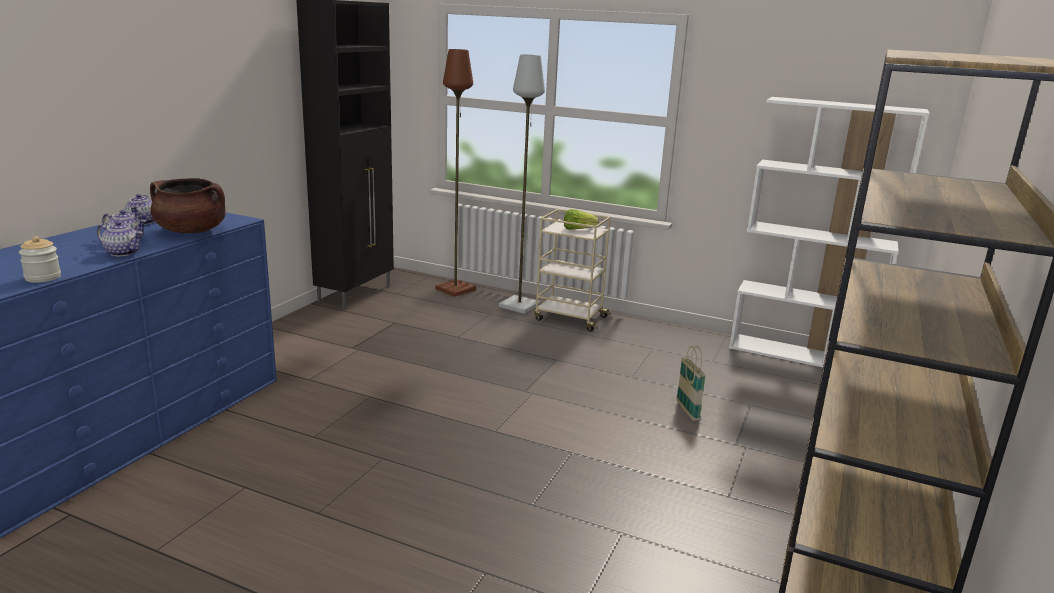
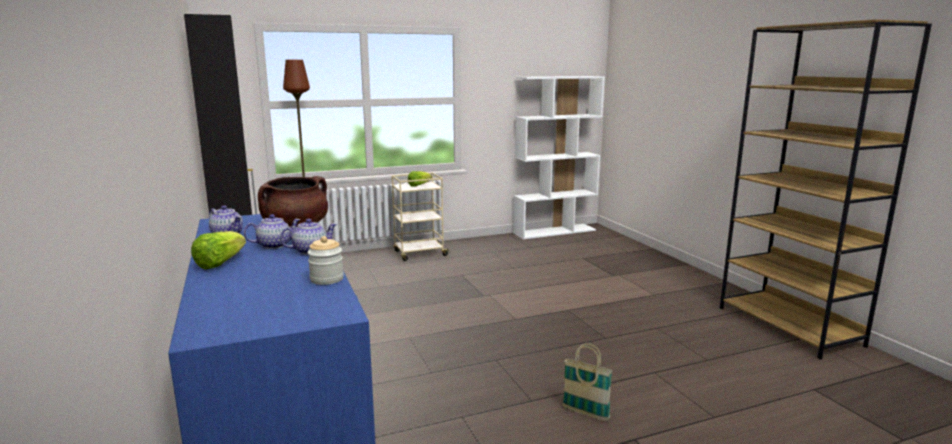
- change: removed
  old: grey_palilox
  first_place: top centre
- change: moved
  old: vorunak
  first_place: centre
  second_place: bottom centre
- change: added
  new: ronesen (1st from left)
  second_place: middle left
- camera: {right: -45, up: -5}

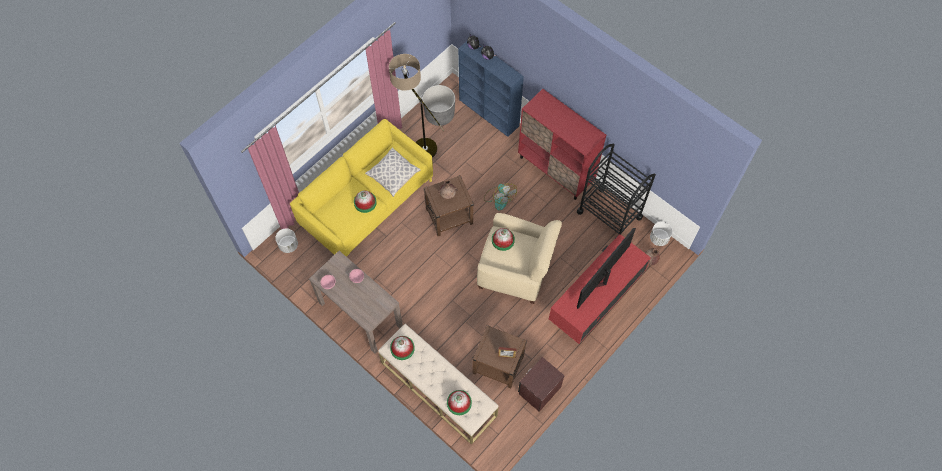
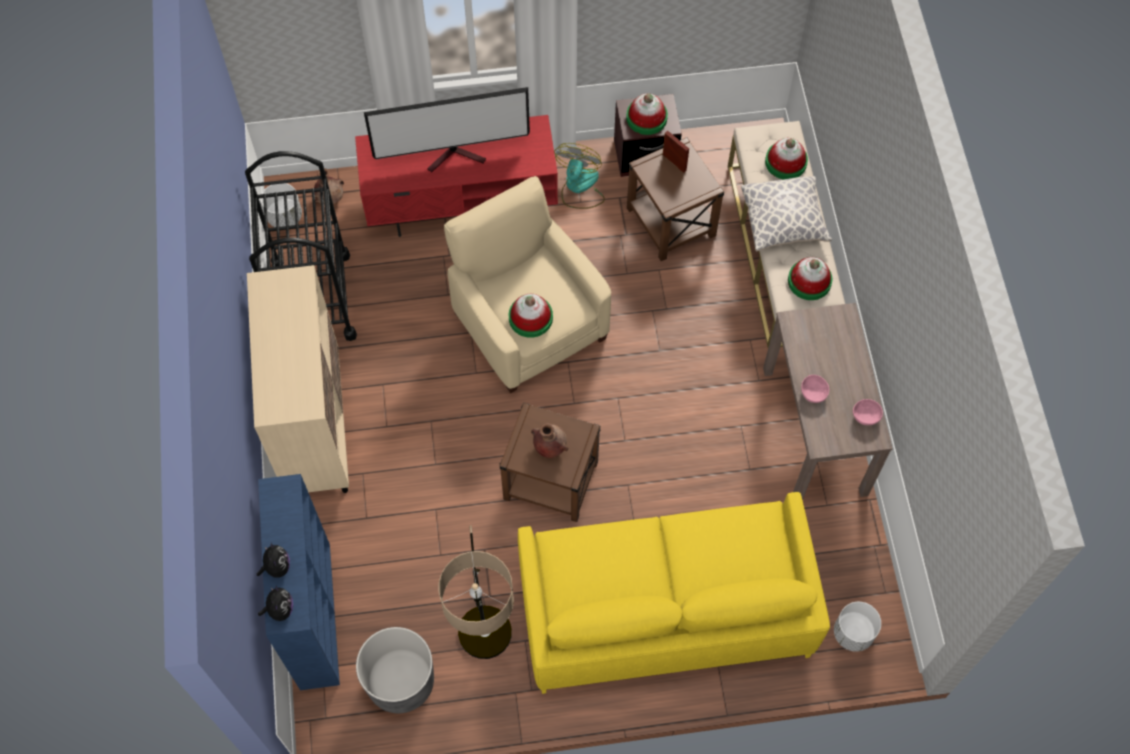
- change: recoloured
  old: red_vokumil
  new: beige_vokumil
  first_place: top centre
  second_place: middle left
- change: moved
  old: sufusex
  first_place: centre
  second_place: top right
- change: moved
  old: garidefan
  first_place: centre
  second_place: top centre
- change: moved
  old: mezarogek (1st from left in the first image)
  new: mezarogek (2nd from left)
  first_place: centre
  second_place: top centre
- camera: {right: -140, up: 0}

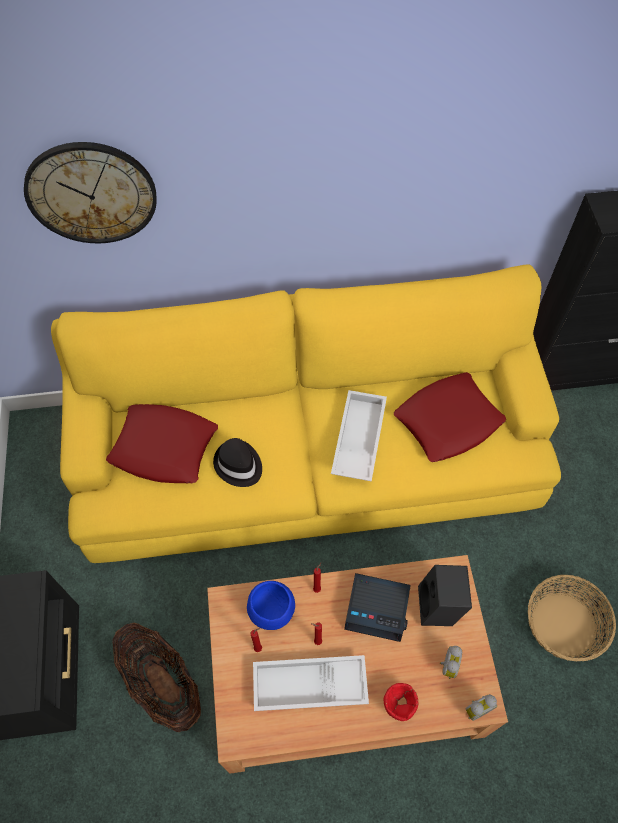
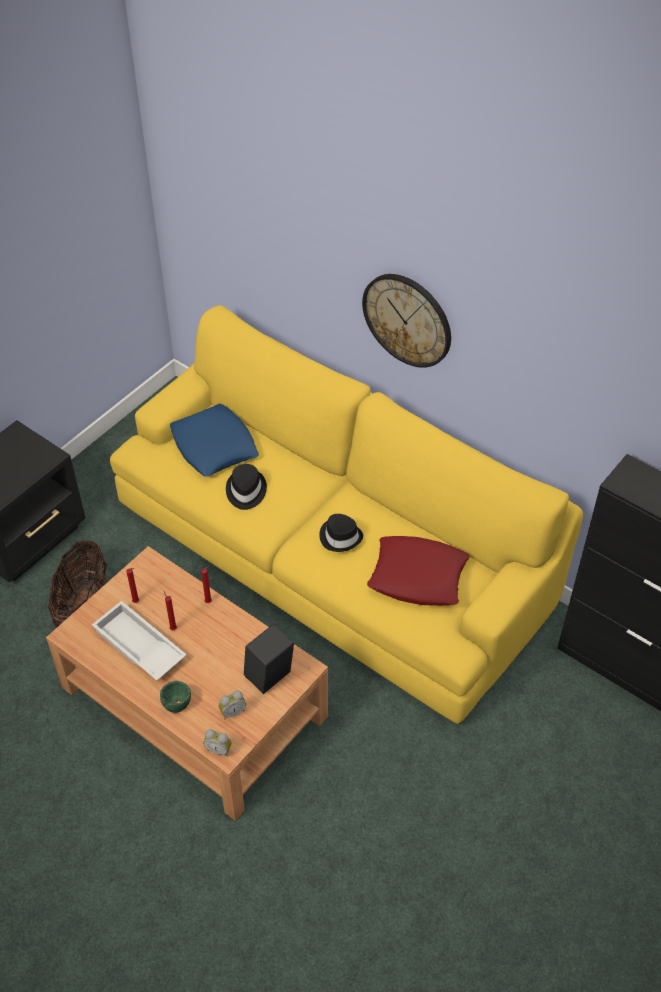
- change: moved
  old: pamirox
  first_place: top left
  second_place: top centre
- change: replaced
  old: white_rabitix (2nd from left)
  new: black_mezarogek (2nd from left)
  first_place: centre
  second_place: centre
- change: recoloured
  old: red_sufusex (1st from left)
  new: blue_sufusex
  first_place: middle left
  second_place: middle left
- change: removed
  old: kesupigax (1st from left)
  first_place: bottom centre
- change: removed
  old: vorunak (2nd from left)
  first_place: bottom right
- change: removed
  old: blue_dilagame
  first_place: bottom centre
- change: recoloured
  old: red_dilagame
  new: green_dilagame
  first_place: bottom centre
  second_place: bottom left
- camera: {right: 45, up: -10}

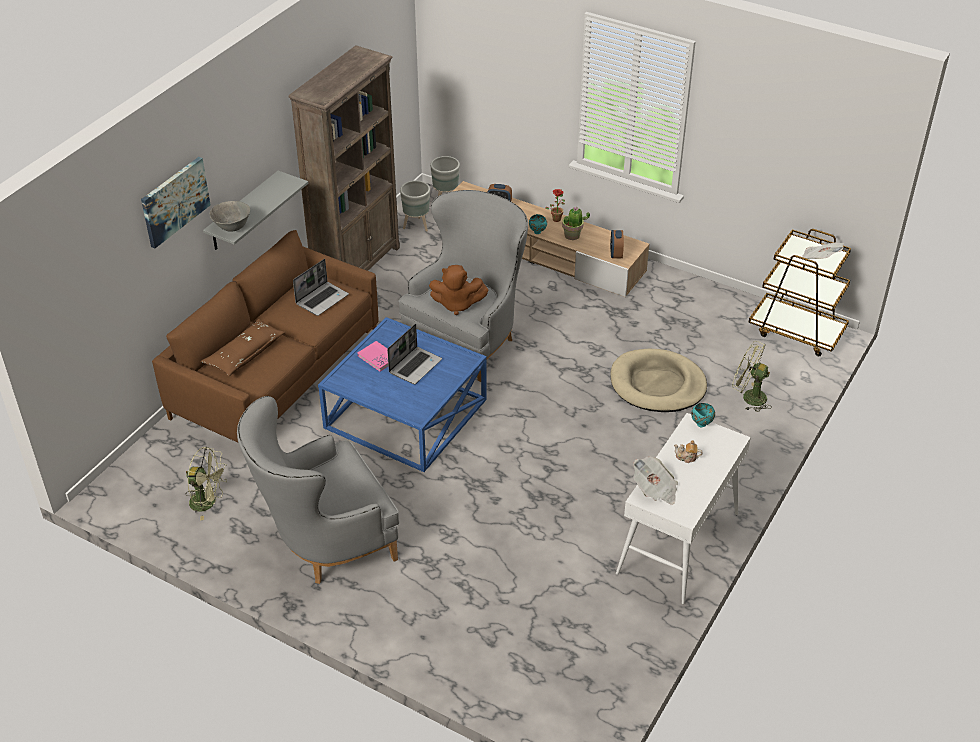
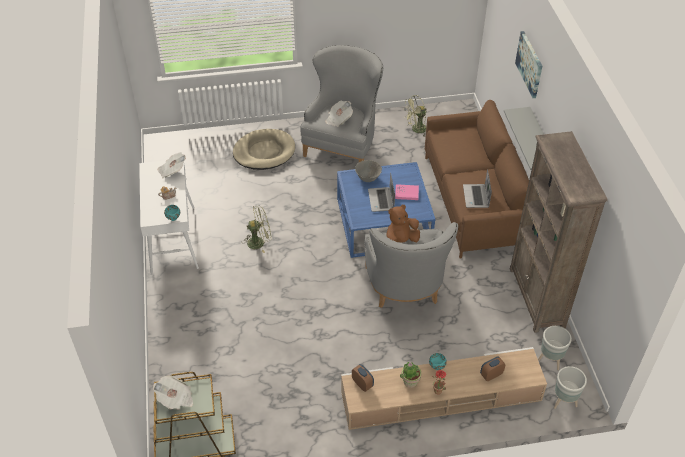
- change: moved
  old: grey_dilagame
  first_place: top left
  second_place: centre
- change: removed
  old: brown_sufusex
  first_place: middle left
- change: moved
  old: green_garidefan (2nd from left in the first image)
  new: green_garidefan (1st from left)
  first_place: middle right
  second_place: centre
- change: moved
  old: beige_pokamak
  first_place: middle right
  second_place: top centre
- change: added
  new: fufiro (3rd from left)
  second_place: top centre
- camera: {right: 140, up: 5}

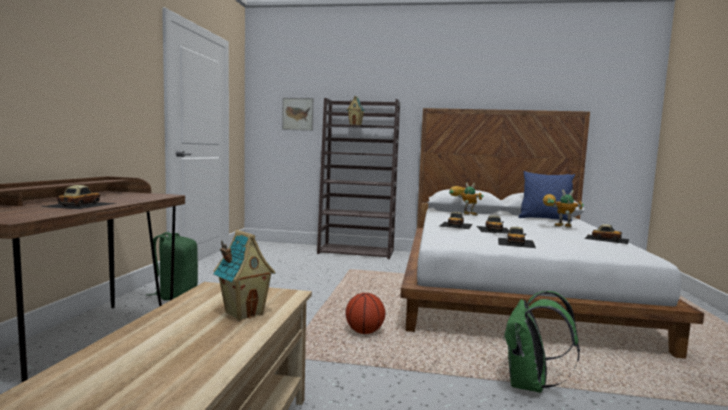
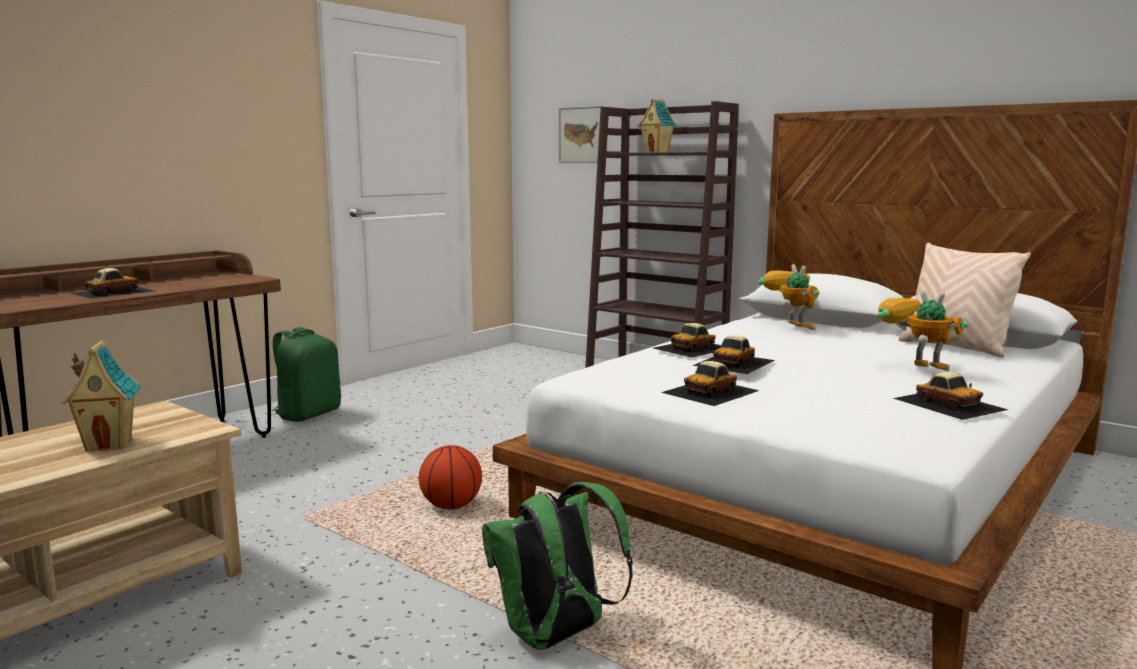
- change: recoloured
  old: blue_sufusex
  new: beige_sufusex
  first_place: middle right
  second_place: middle right
- camera: {right: 30, up: 5}

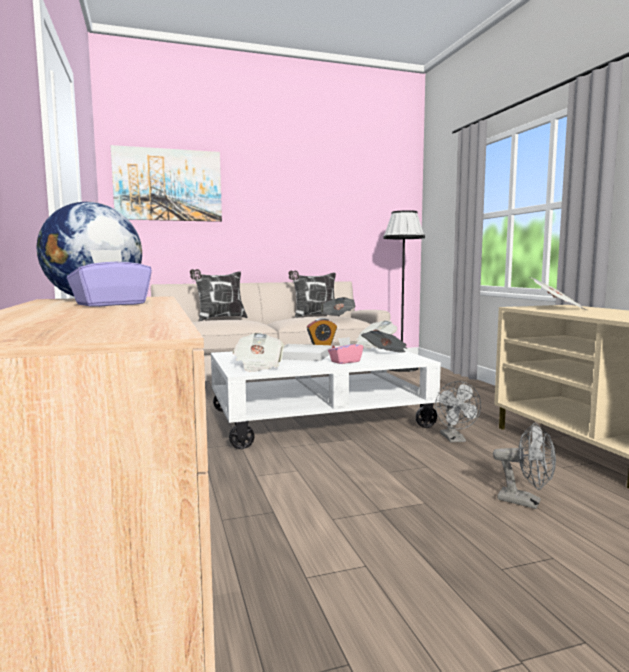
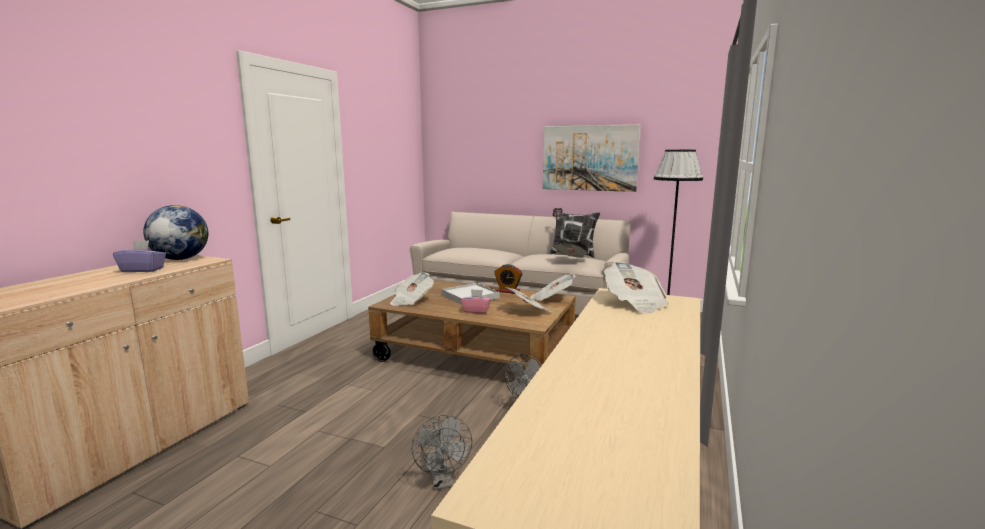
- change: moved
  old: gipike
  first_place: top left
  second_place: top centre
- change: removed
  old: sufusex (1st from left)
  first_place: centre
- change: recoloured
  old: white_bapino
  new: brown_bapino
  first_place: centre
  second_place: centre
- camera: {right: 40, up: 5}

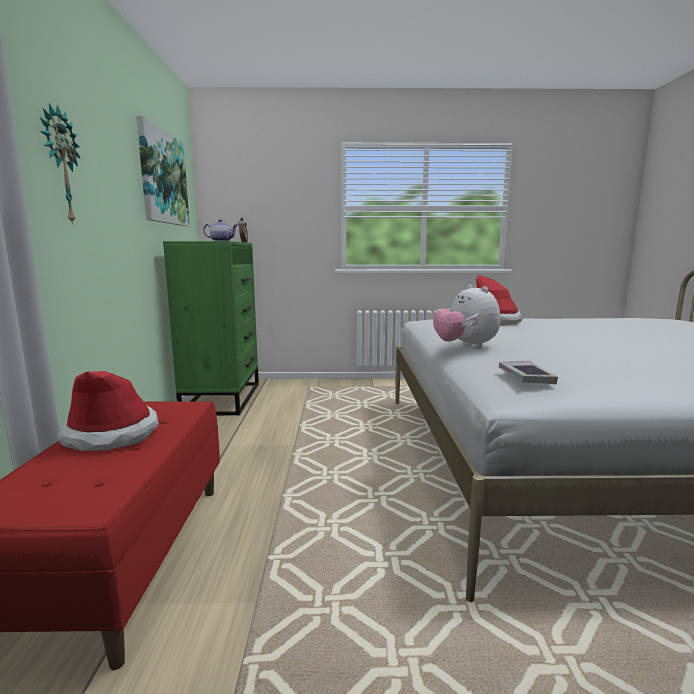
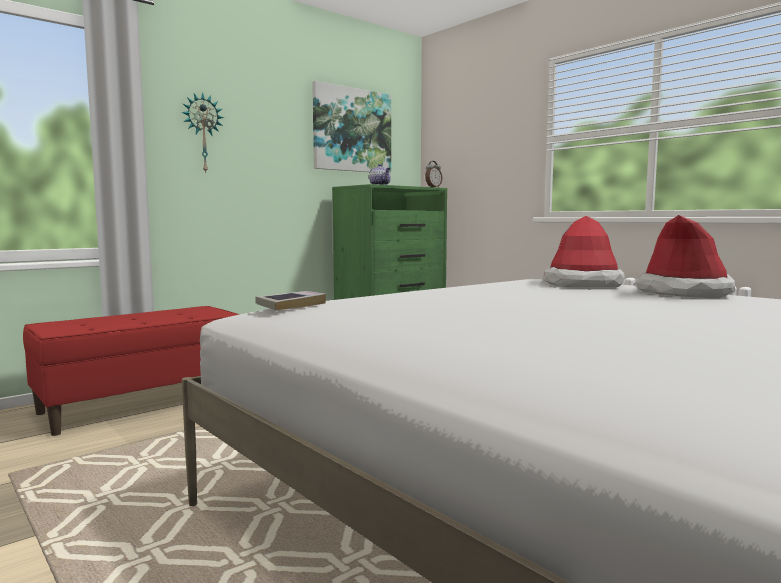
- change: removed
  old: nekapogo
  first_place: middle right
- change: moved
  old: mezarogek (1st from left in the first image)
  new: mezarogek (2nd from left)
  first_place: middle left
  second_place: middle right
- camera: {right: 50, up: -5}

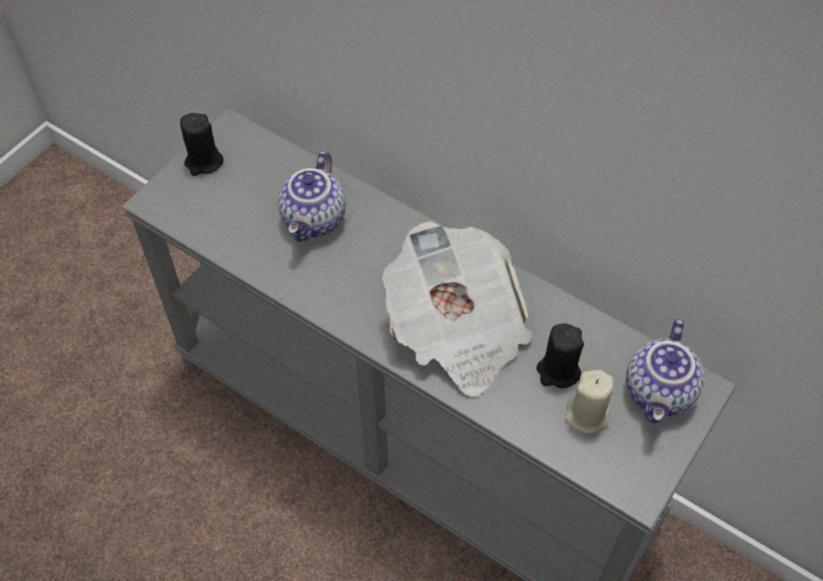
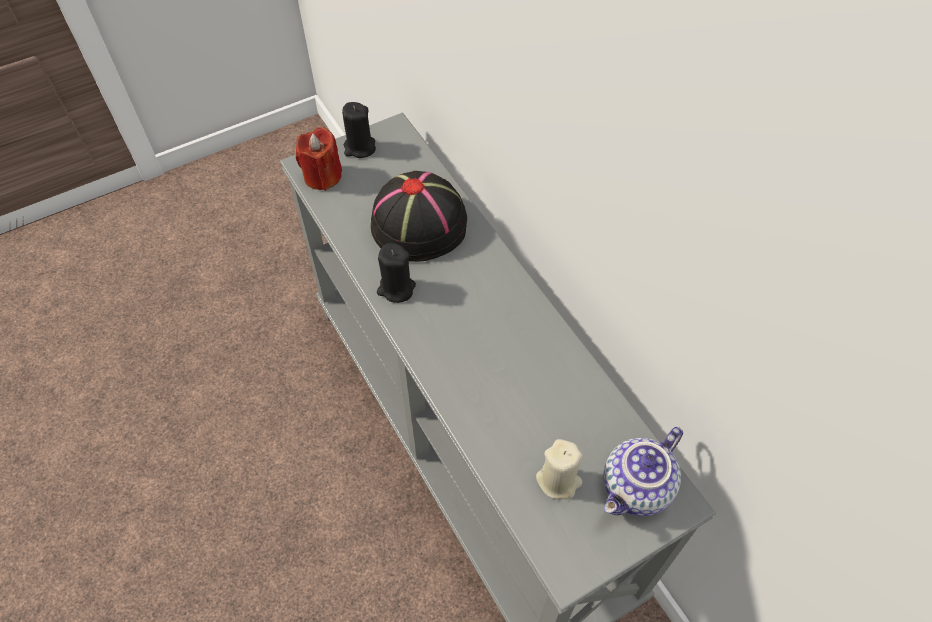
- change: replaced
  old: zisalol (1st from left)
  new: black_mezarogek
  first_place: centre
  second_place: centre
- change: removed
  old: fufiro
  first_place: centre
- change: moved
  old: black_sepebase (2nd from left)
  first_place: middle right
  second_place: centre
- change: added
  new: red_sepebase
  second_place: top centre
- camera: {right: 25, up: 0}

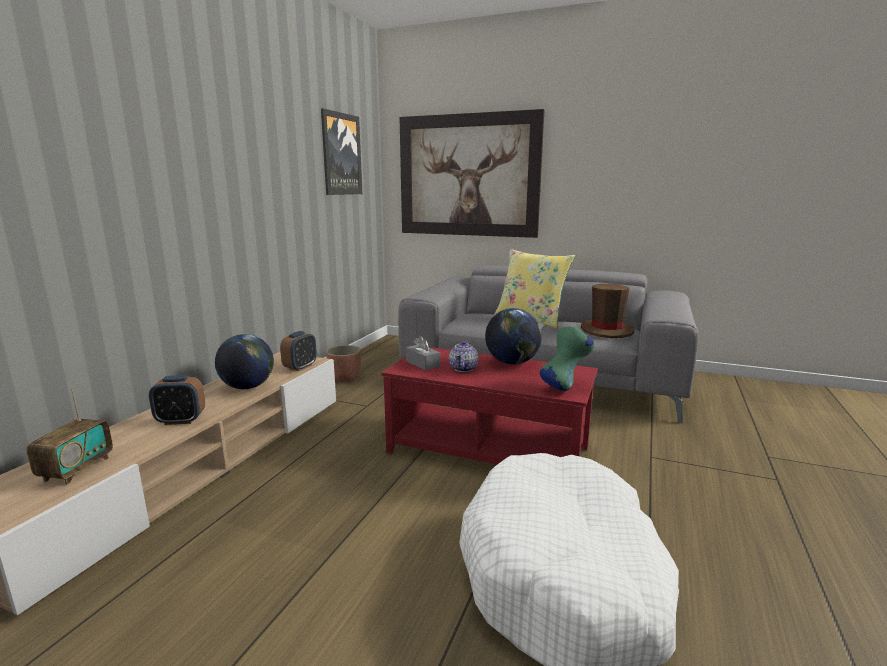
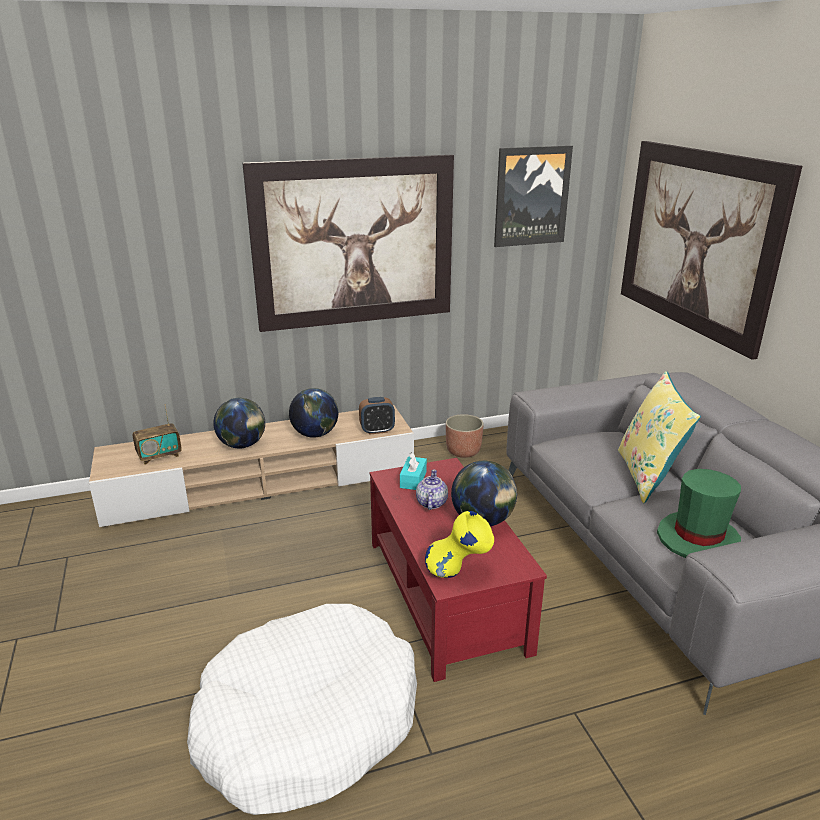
- change: recoloured
  old: brown_mezarogek
  new: green_mezarogek
  first_place: middle right
  second_place: middle right
- change: recoloured
  old: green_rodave
  new: yellow_rodave
  first_place: centre
  second_place: centre
- change: recoloured
  old: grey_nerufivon
  new: turquoise_nerufivon
  first_place: centre
  second_place: centre
- change: turned
  old: zisalol
  first_place: centre
  second_place: centre
  degrees: 120
- change: replaced
  old: kesupigax (1st from left)
  new: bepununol (1st from left)
  first_place: middle left
  second_place: middle left
- change: added
  new: gipike (1st from left)
  second_place: top centre
- camera: {right: 50, up: 10}

